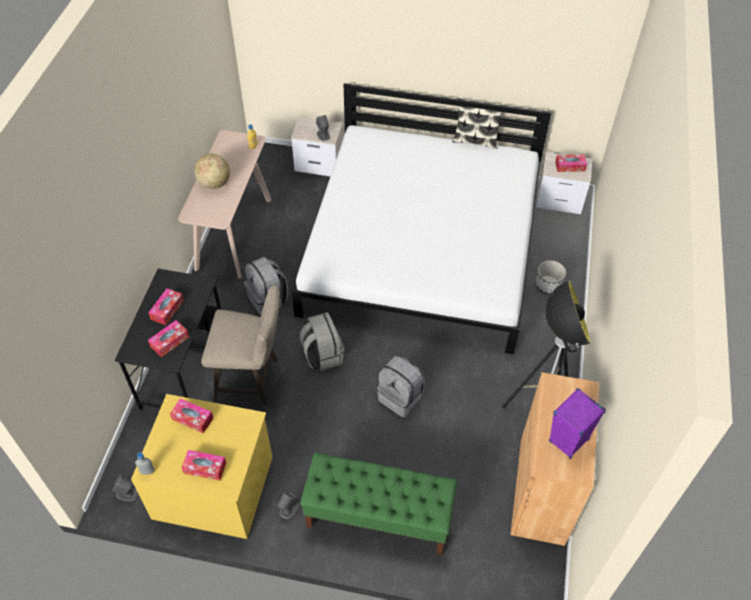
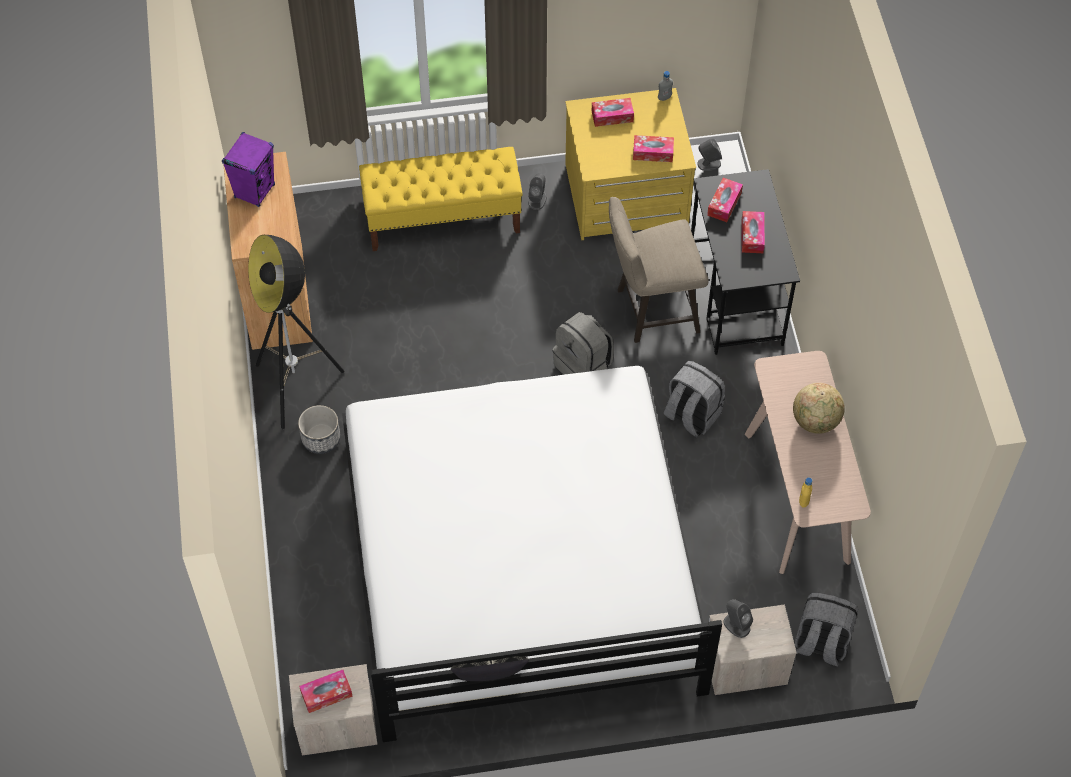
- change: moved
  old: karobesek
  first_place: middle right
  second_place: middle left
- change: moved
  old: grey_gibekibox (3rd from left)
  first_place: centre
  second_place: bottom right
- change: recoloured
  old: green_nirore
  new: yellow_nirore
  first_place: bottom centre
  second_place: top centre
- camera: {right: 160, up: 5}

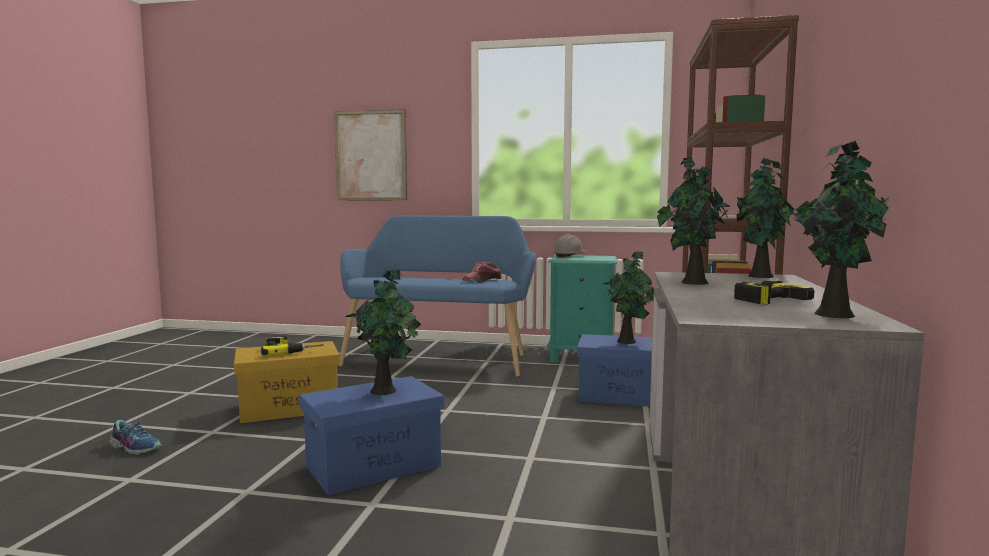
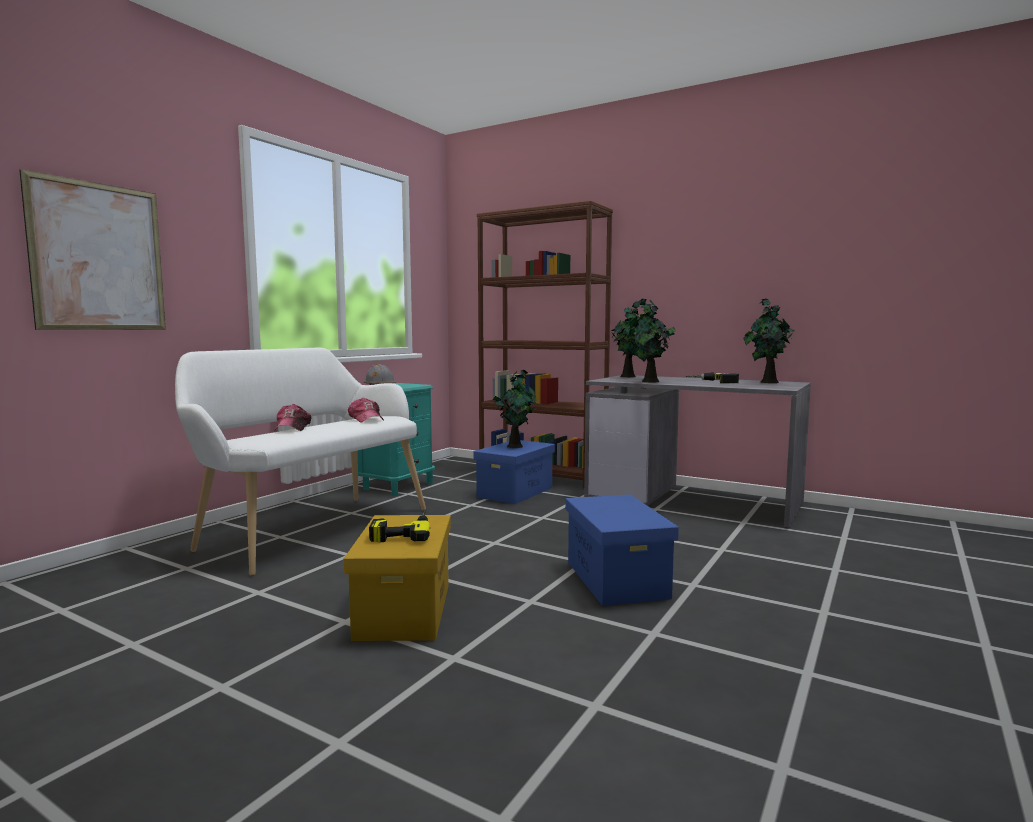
- change: recoloured
  old: blue_nirore
  new: white_nirore
  first_place: centre
  second_place: middle left
- change: removed
  old: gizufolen (1st from left)
  first_place: centre
- change: removed
  old: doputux
  first_place: bottom left
- change: added
  new: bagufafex (1st from left)
  second_place: middle left
- camera: {right: -70, up: 0}

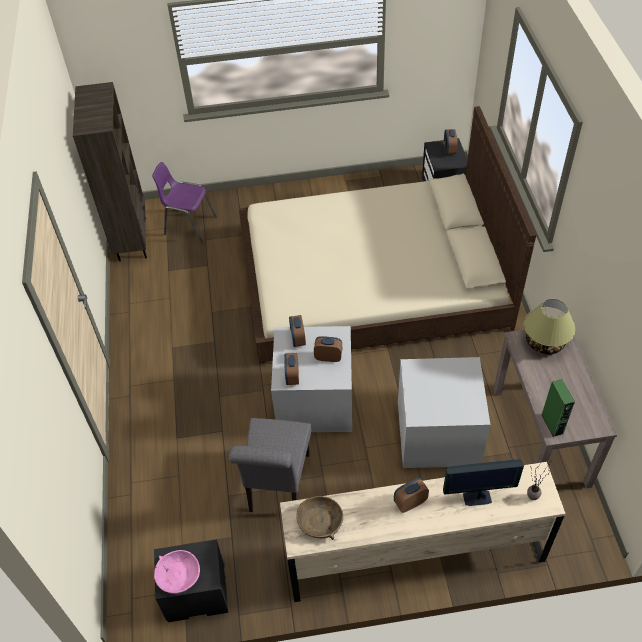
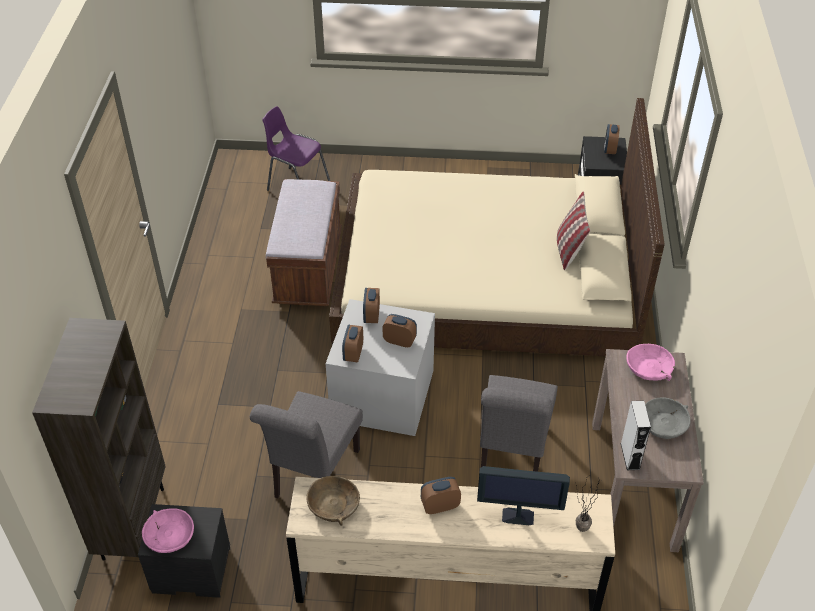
- change: moved
  old: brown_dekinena
  first_place: top left
  second_place: bottom left
- change: replaced
  old: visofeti
  new: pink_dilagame (2nd from left)
  first_place: middle right
  second_place: middle right
- change: replaced
  old: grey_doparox (2nd from left)
  new: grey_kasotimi (2nd from left)
  first_place: middle right
  second_place: bottom centre
- change: recoloured
  old: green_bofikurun
  new: grey_bofikurun
  first_place: middle right
  second_place: bottom right
- change: added
  new: brown_nirore
  second_place: centre
- change: added
  new: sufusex
  second_place: middle right
- change: added
  new: grey_dilagame
  second_place: bottom right
- camera: {right: 10, up: -5}

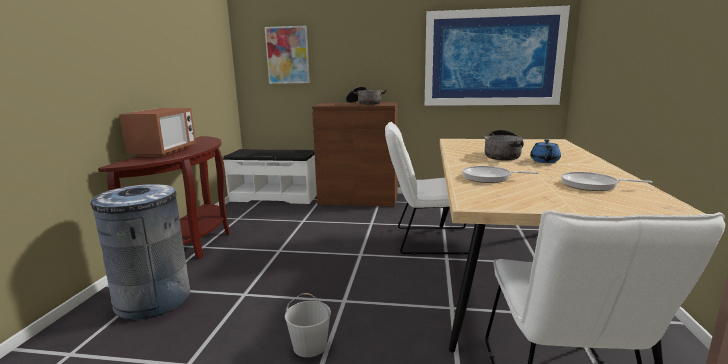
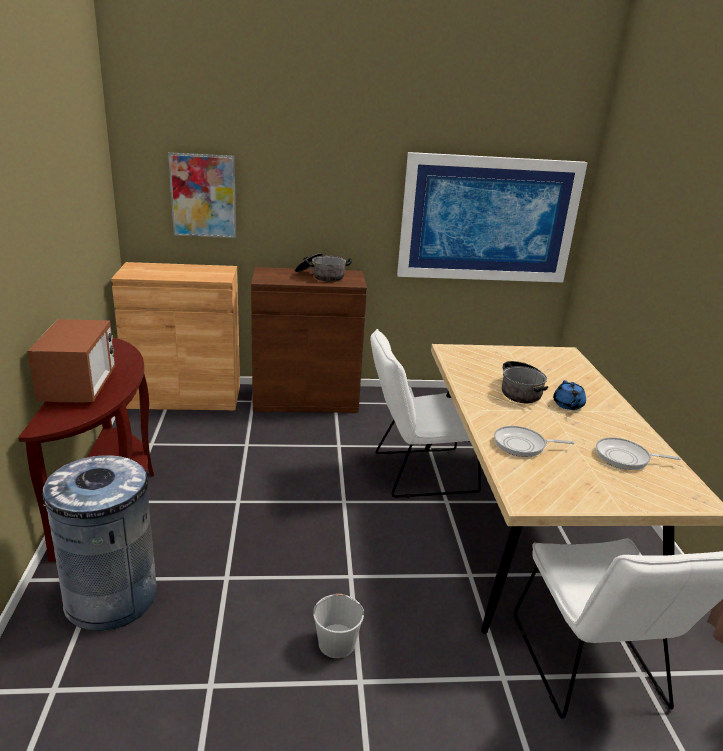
- change: replaced
  old: white_nirore
  new: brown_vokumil (1st from left)
  first_place: centre
  second_place: middle left
- camera: {right: -15, up: 10}

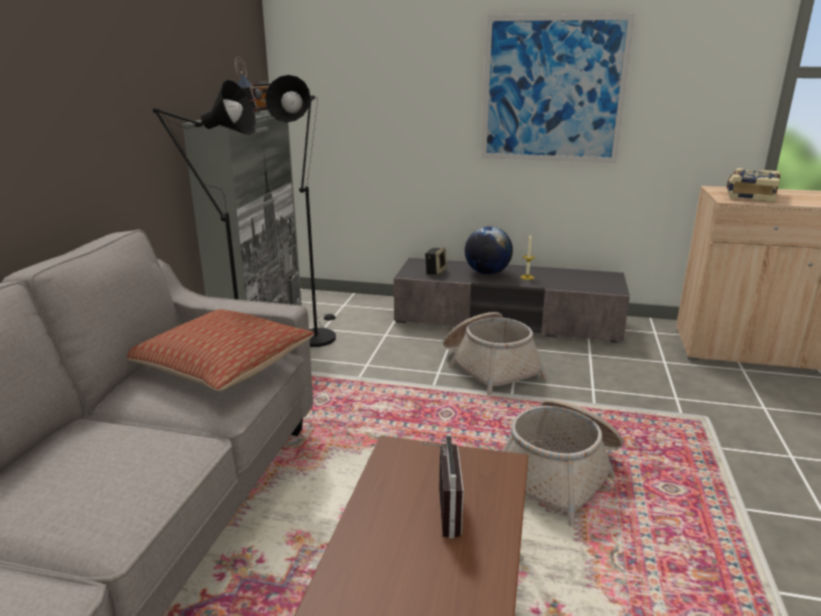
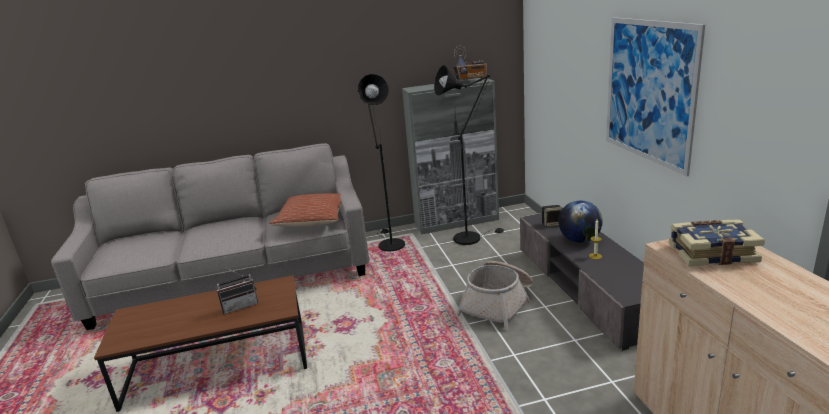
- change: removed
  old: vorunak (2nd from left)
  first_place: bottom right
- camera: {right: 65, up: 0}

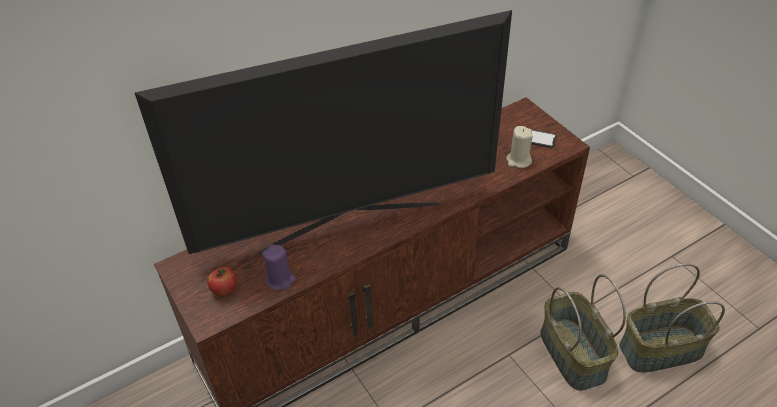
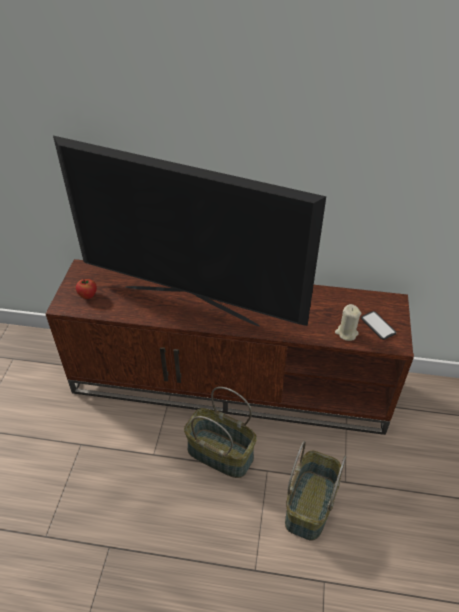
- change: removed
  old: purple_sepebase
  first_place: centre
- change: moved
  old: vorunak (2nd from left in the first image)
  new: vorunak (1st from left)
  first_place: bottom right
  second_place: bottom centre
- camera: {right: 40, up: 0}

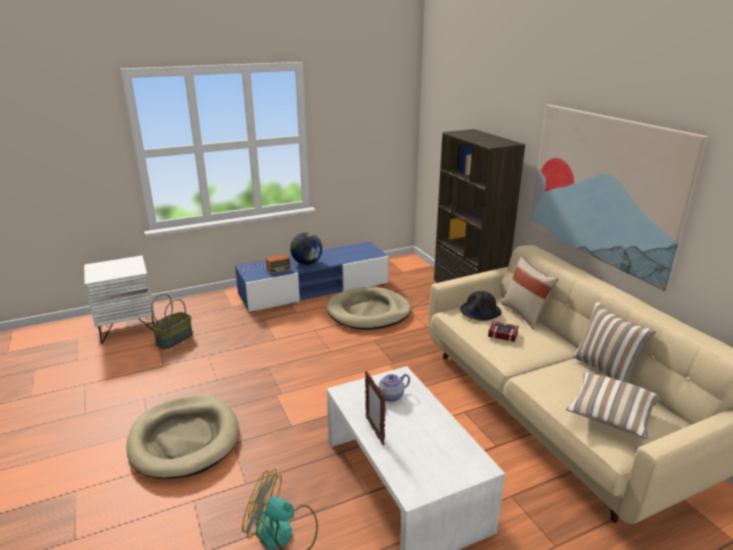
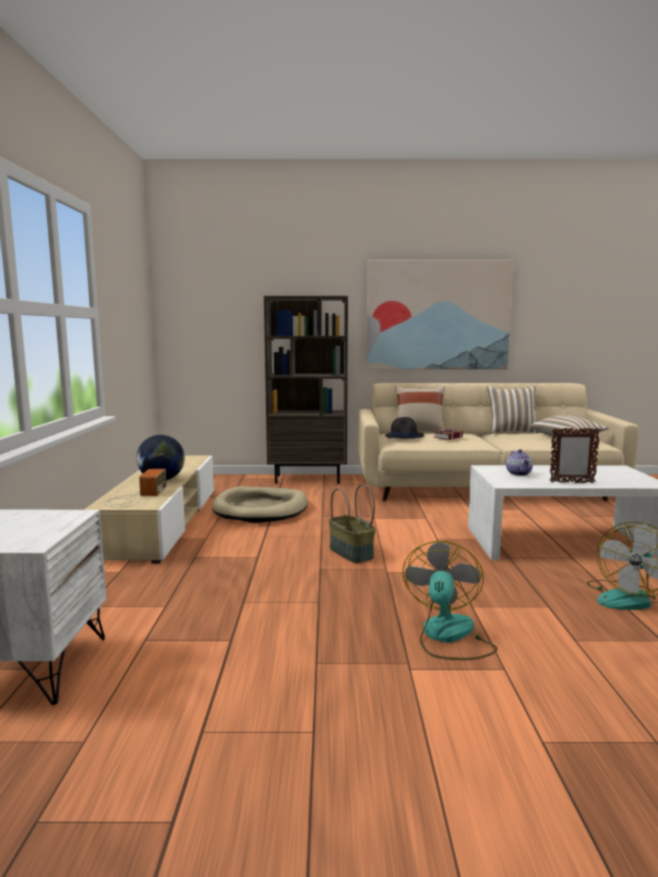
- change: recoloured
  old: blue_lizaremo
  new: beige_lizaremo
  first_place: centre
  second_place: middle left
- change: moved
  old: vorunak
  first_place: middle left
  second_place: centre
- change: replaced
  old: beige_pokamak (1st from left)
  new: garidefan (1st from left)
  first_place: bottom left
  second_place: bottom right
- camera: {right: -65, up: -15}

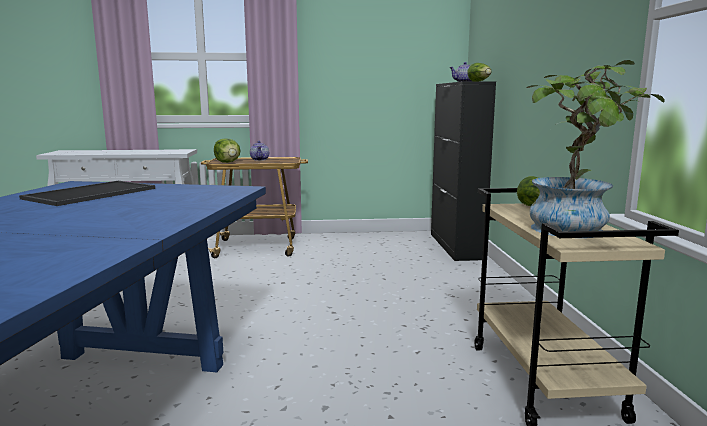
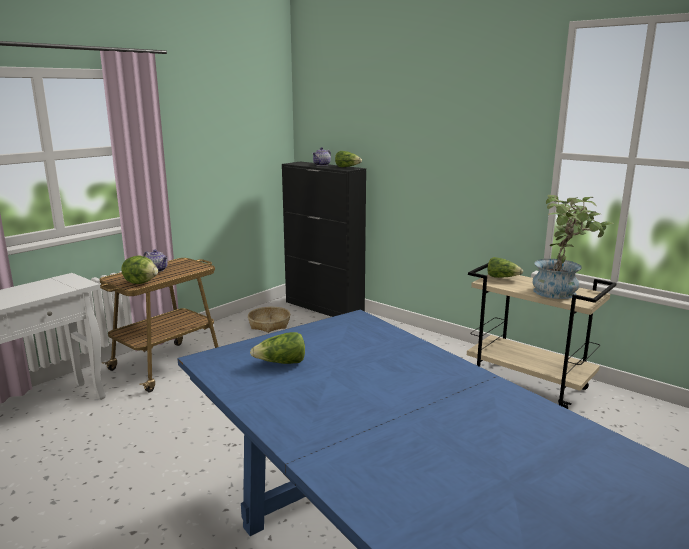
- change: replaced
  old: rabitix
  new: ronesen (2nd from left)
  first_place: middle left
  second_place: centre
- change: added
  new: vorunak
  second_place: centre
- camera: {right: -45, up: 5}

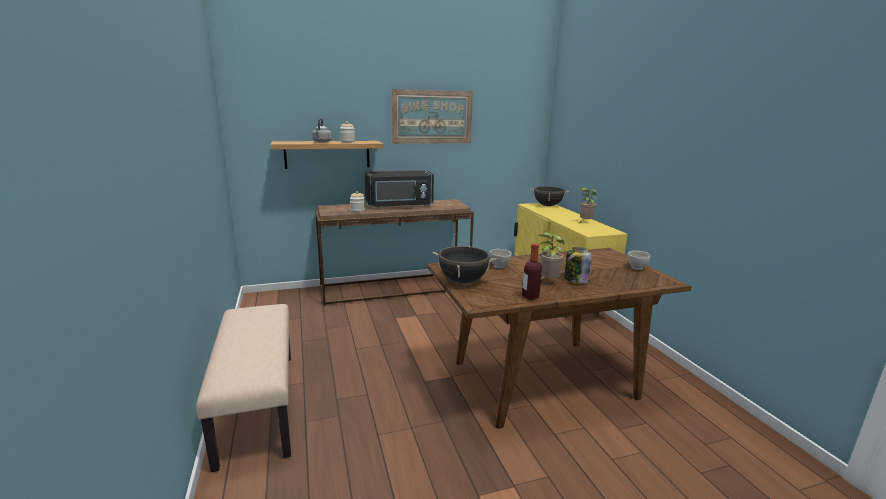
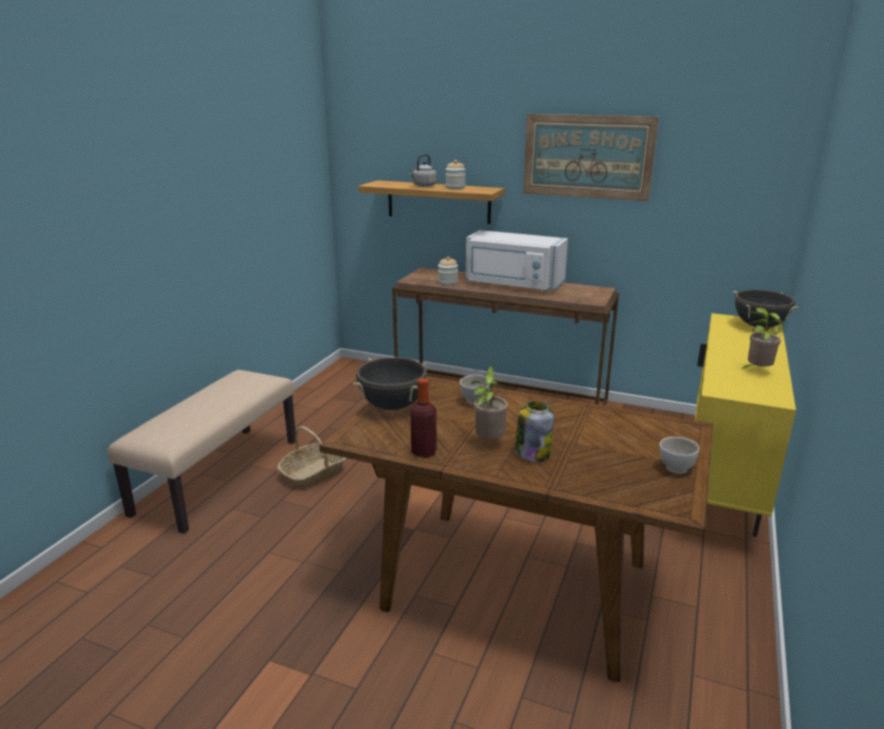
- change: recoloured
  old: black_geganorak
  new: white_geganorak
  first_place: centre
  second_place: centre
- change: added
  new: vorunak
  second_place: centre
- camera: {right: 40, up: 5}

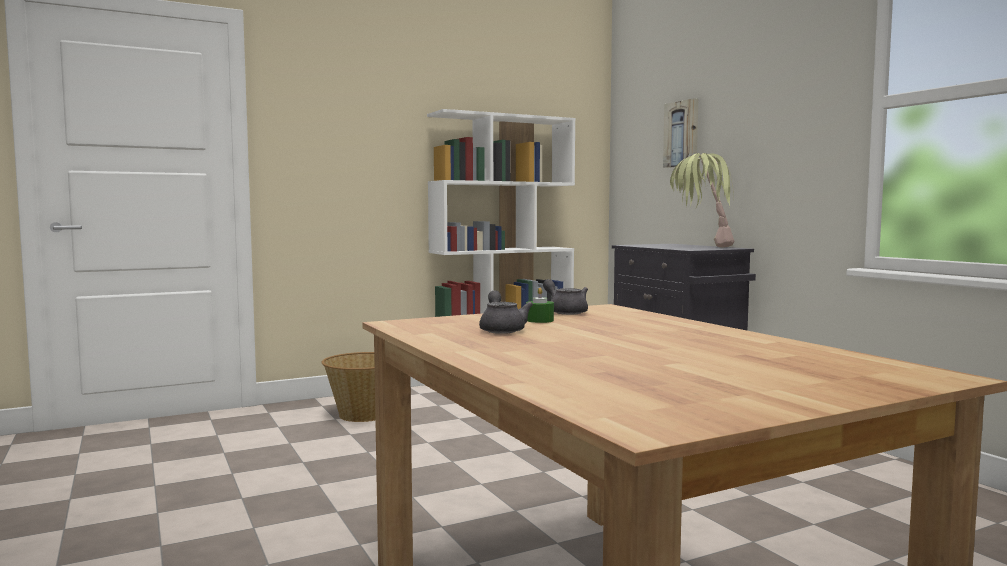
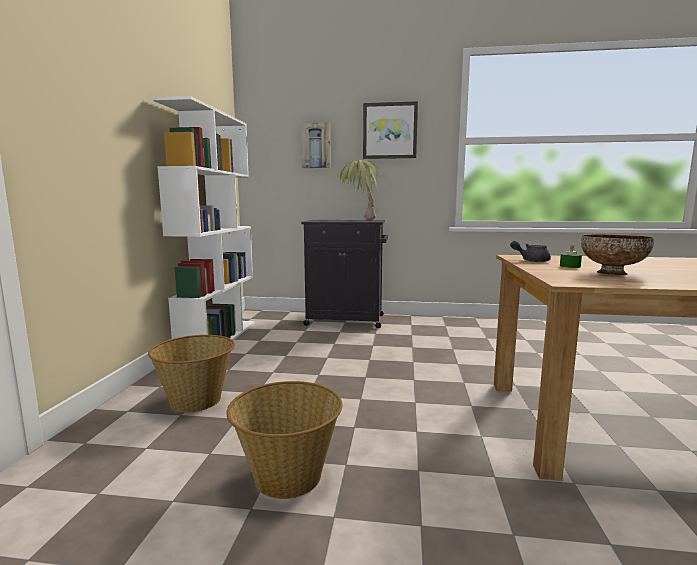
- change: replaced
  old: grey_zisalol (1st from left)
  new: dilagame
  first_place: centre
  second_place: middle right
- change: added
  new: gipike (2nd from left)
  second_place: top centre
- change: added
  new: vorunak (2nd from left)
  second_place: bottom centre
- camera: {right: -55, up: 5}

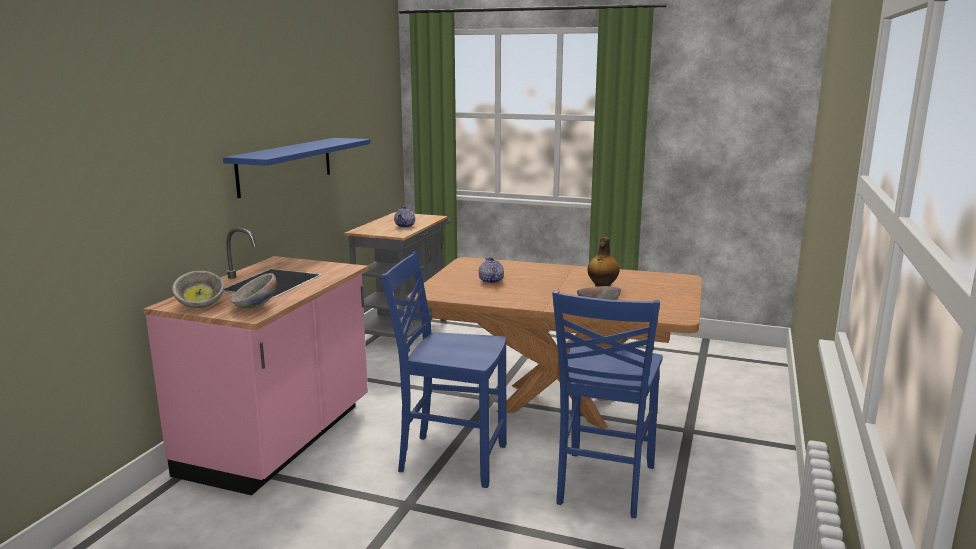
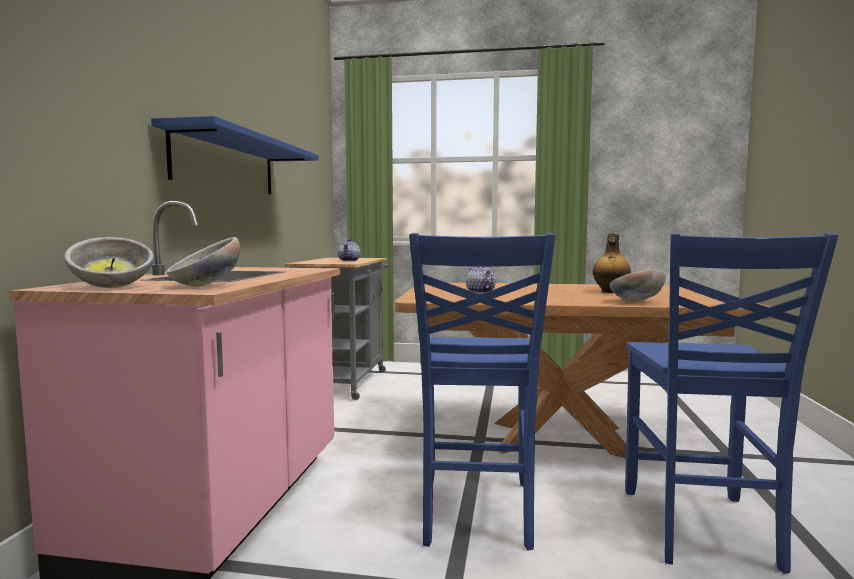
- change: turned
  old: blue_kasotimi (1st from left)
  first_place: bottom centre
  second_place: bottom centre
  degrees: -90
- camera: {right: -10, up: -10}

